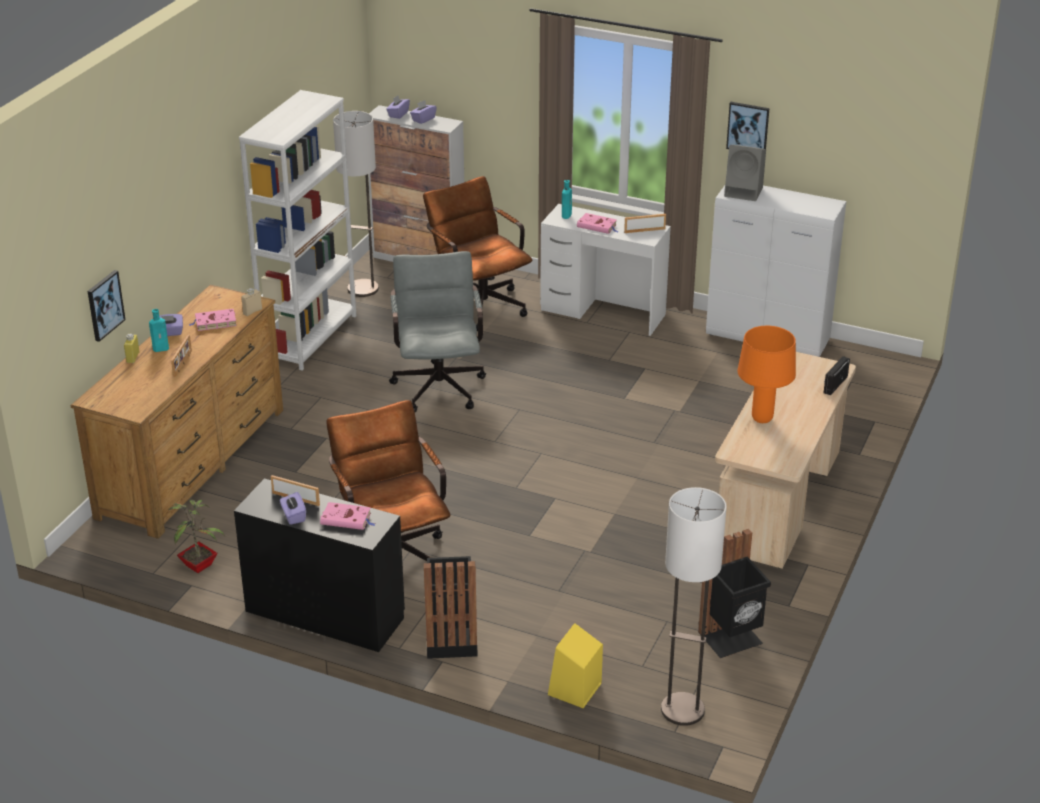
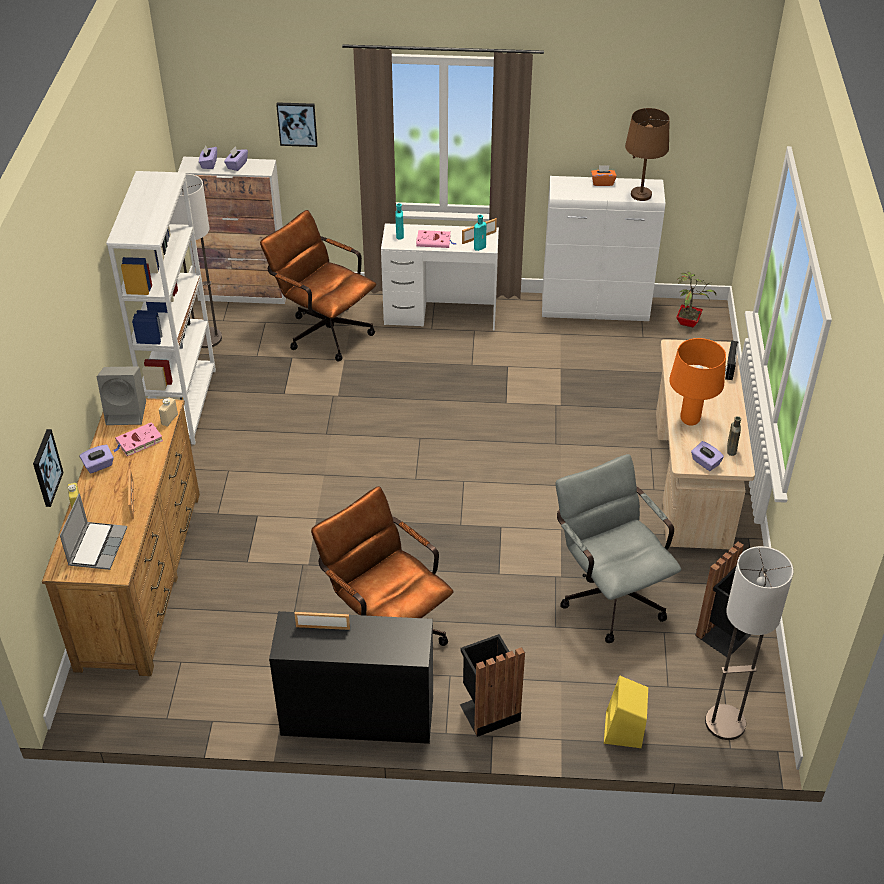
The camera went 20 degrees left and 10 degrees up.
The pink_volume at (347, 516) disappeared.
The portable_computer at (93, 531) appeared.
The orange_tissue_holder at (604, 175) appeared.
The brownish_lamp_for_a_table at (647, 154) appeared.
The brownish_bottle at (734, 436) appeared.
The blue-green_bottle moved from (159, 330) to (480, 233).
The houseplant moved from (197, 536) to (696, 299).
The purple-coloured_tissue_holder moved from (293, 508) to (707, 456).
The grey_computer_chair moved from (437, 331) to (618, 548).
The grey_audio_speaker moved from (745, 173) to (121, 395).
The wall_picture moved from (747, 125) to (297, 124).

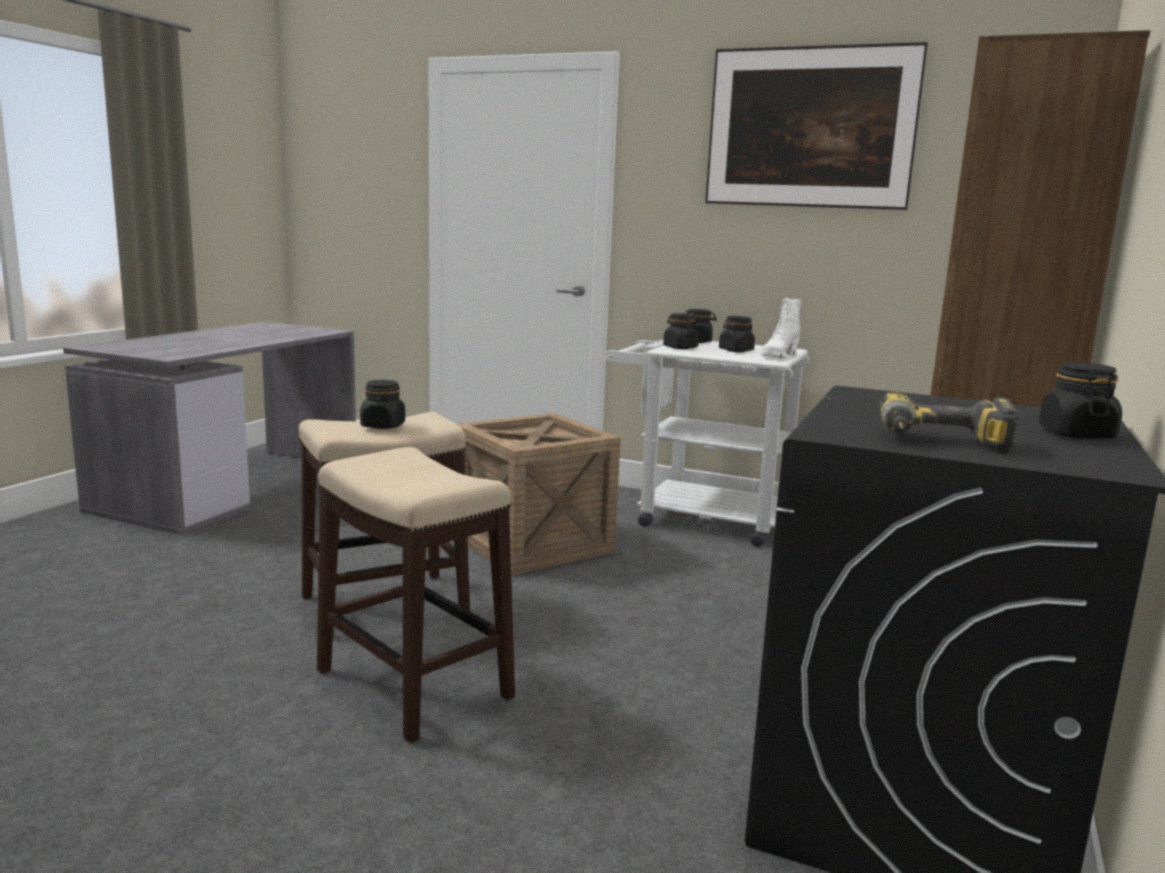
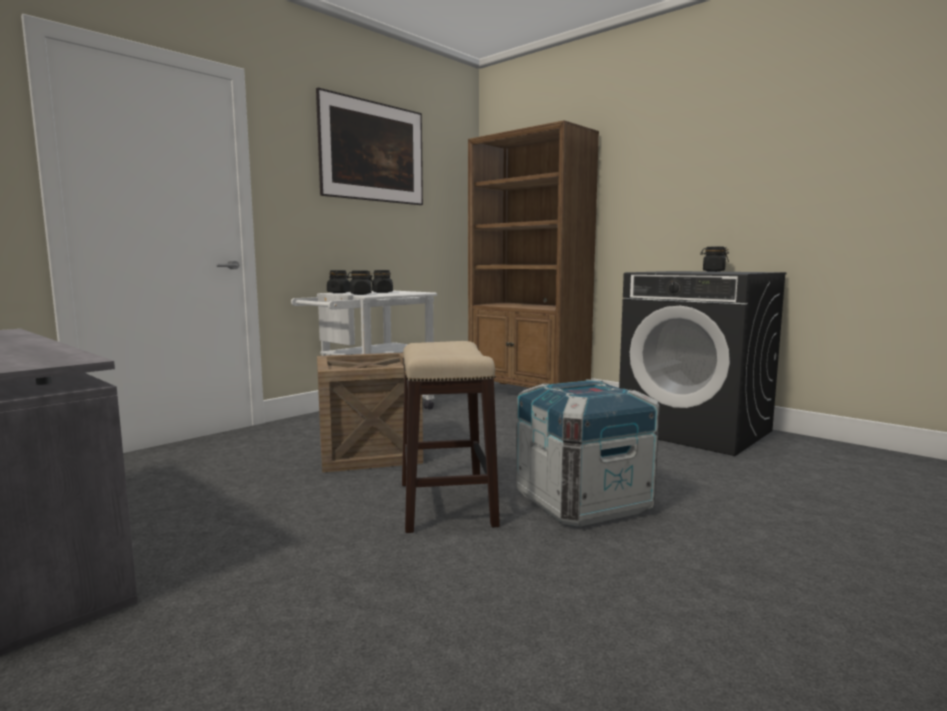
The camera went 70 degrees left and 5 degrees down.
The black-coloured_preserve_jar at (382, 404) disappeared.
The whitish_high-top_boot at (781, 328) disappeared.
The drill at (948, 422) disappeared.
The sitting_stool at (416, 595) was replaced by the crate at (588, 453).

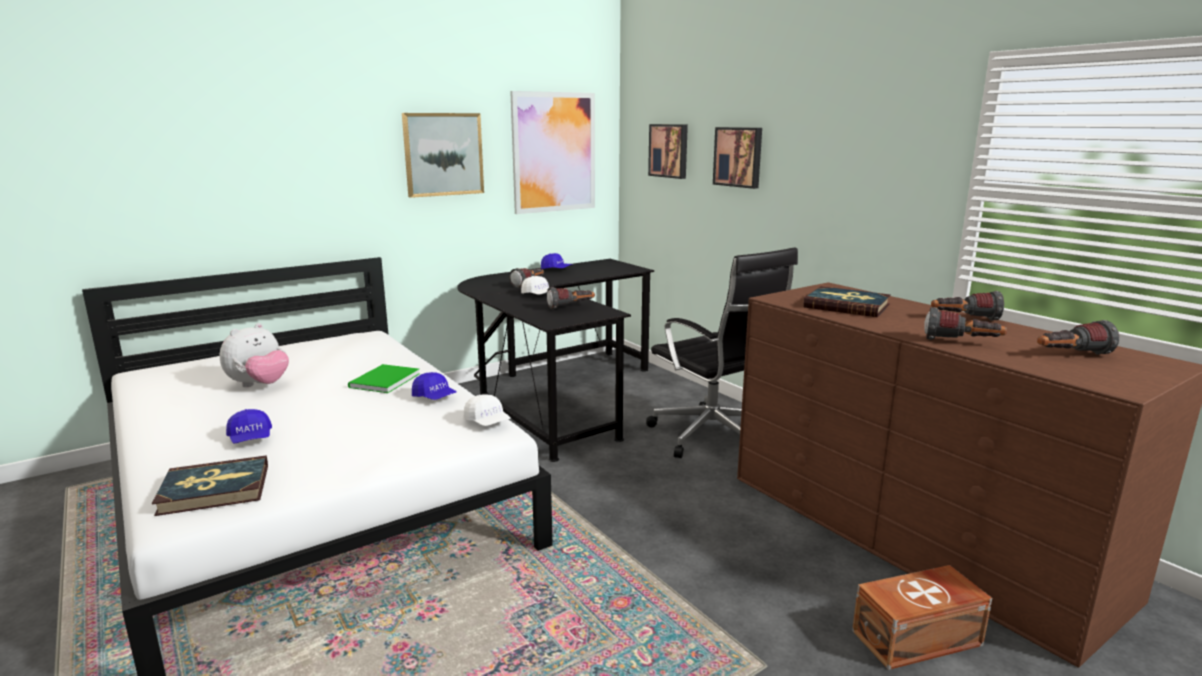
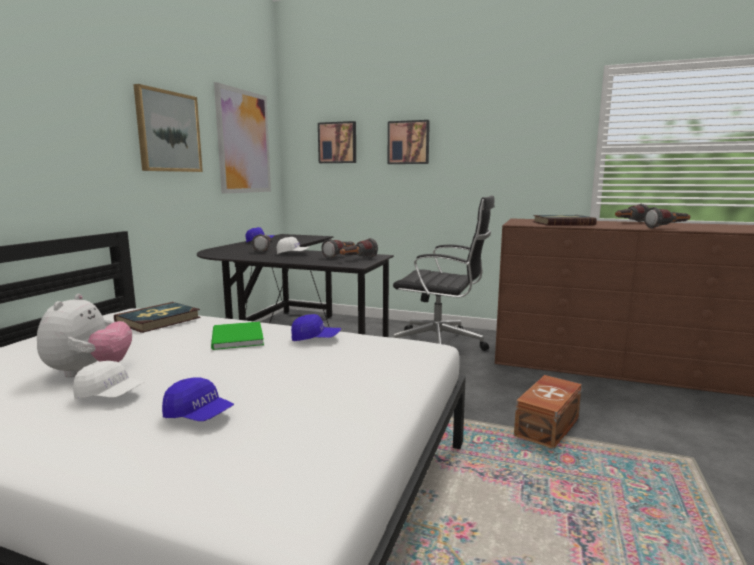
The camera went 35 degrees left and 5 degrees down.
The volume moved from (210, 486) to (157, 317).
The whitish_baseball_cap moved from (486, 410) to (108, 380).
The brownish_storage_box moved from (922, 617) to (548, 412).
The torch moved from (1078, 337) to (359, 248).

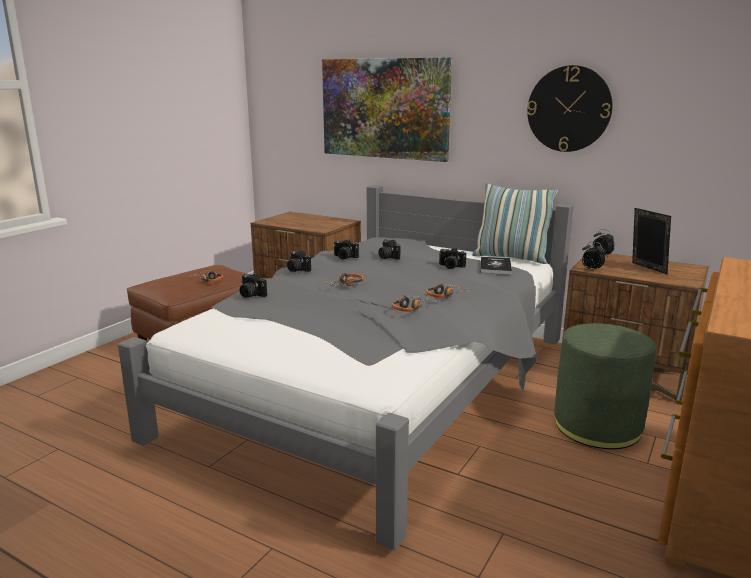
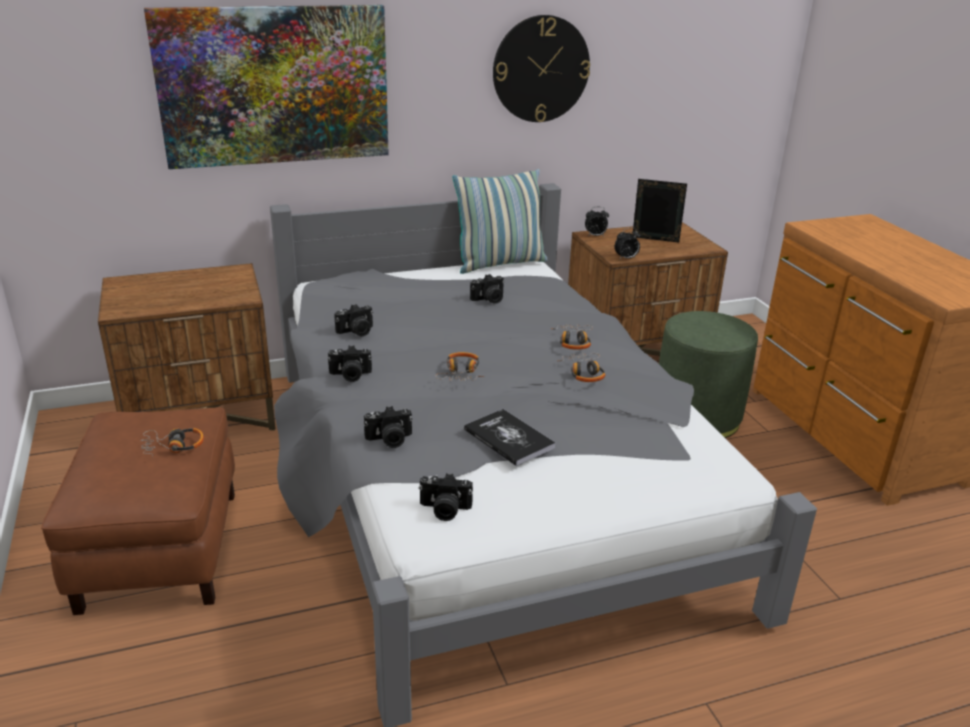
The camera went 50 degrees left and 10 degrees up.
The still_camera moved from (389, 250) to (445, 497).
The volume moved from (496, 265) to (509, 437).

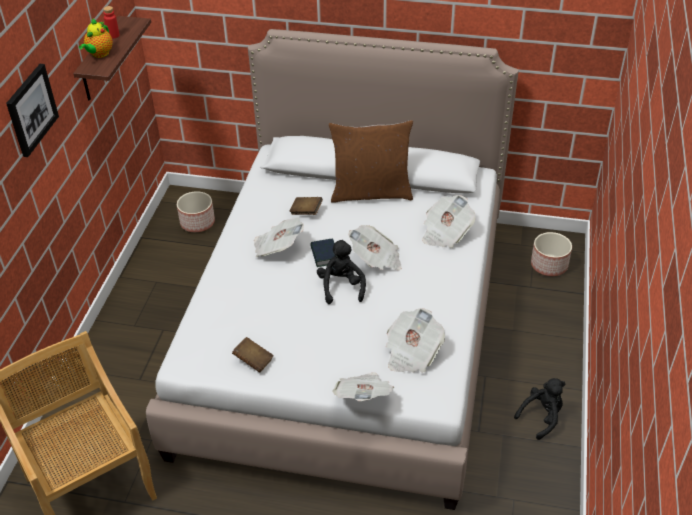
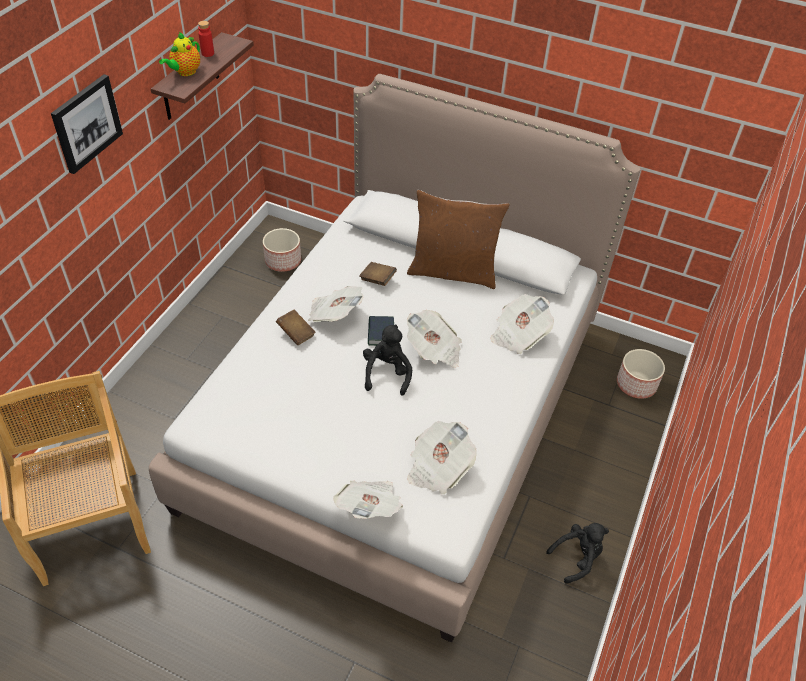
The camera went 10 degrees right and 5 degrees up.
The brownish_volume moved from (253, 355) to (296, 327).

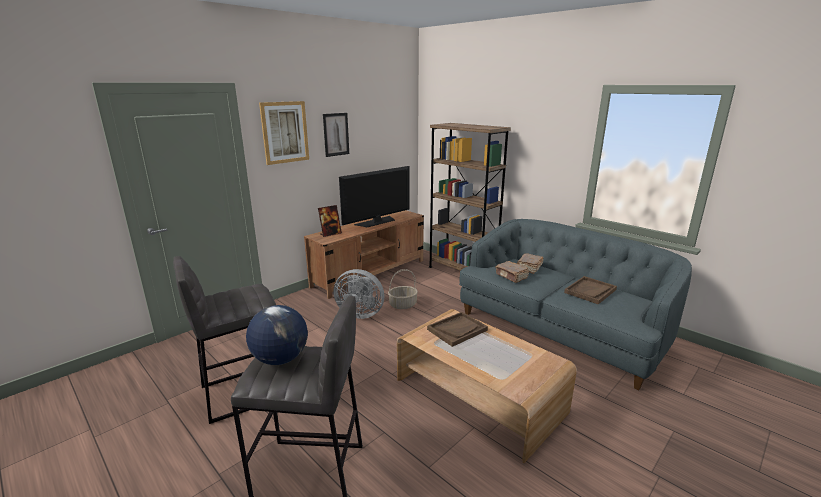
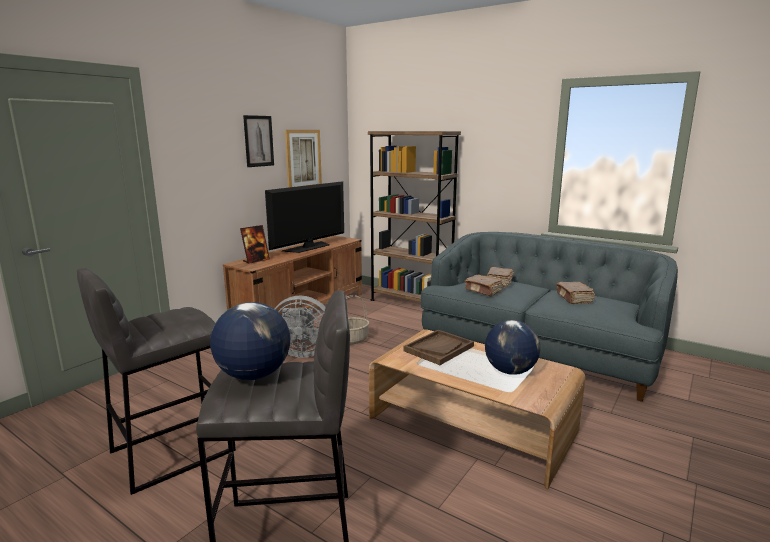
The camera went 10 degrees left and 5 degrees down.
The globe at (512, 347) appeared.
The wall_picture moved from (284, 133) to (303, 159).
The brownish_carrying_tray at (590, 290) was replaced by the brownish_volume at (575, 293).

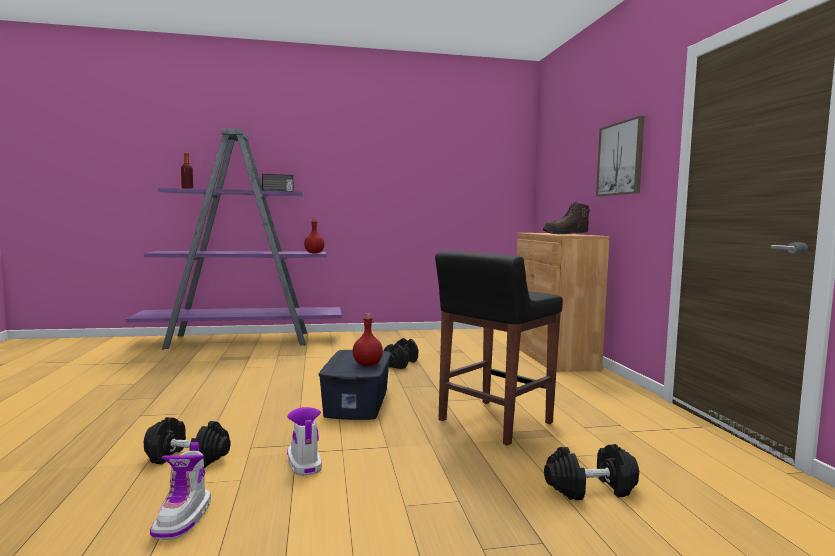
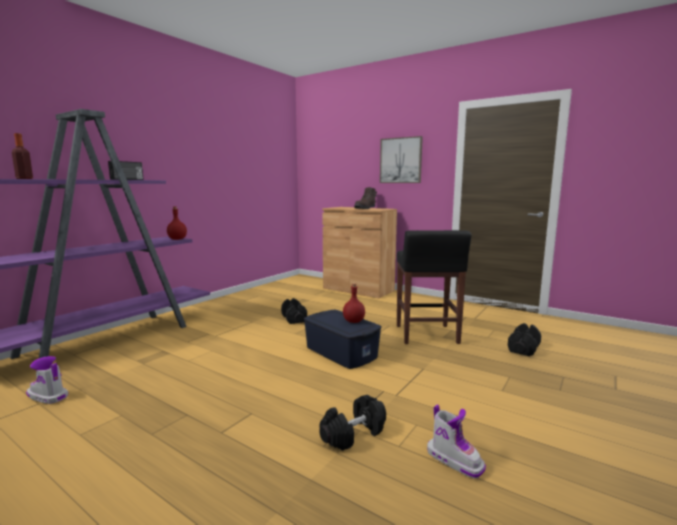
The camera went 45 degrees left and 5 degrees up.
The high-top_boot moved from (304, 441) to (47, 380).

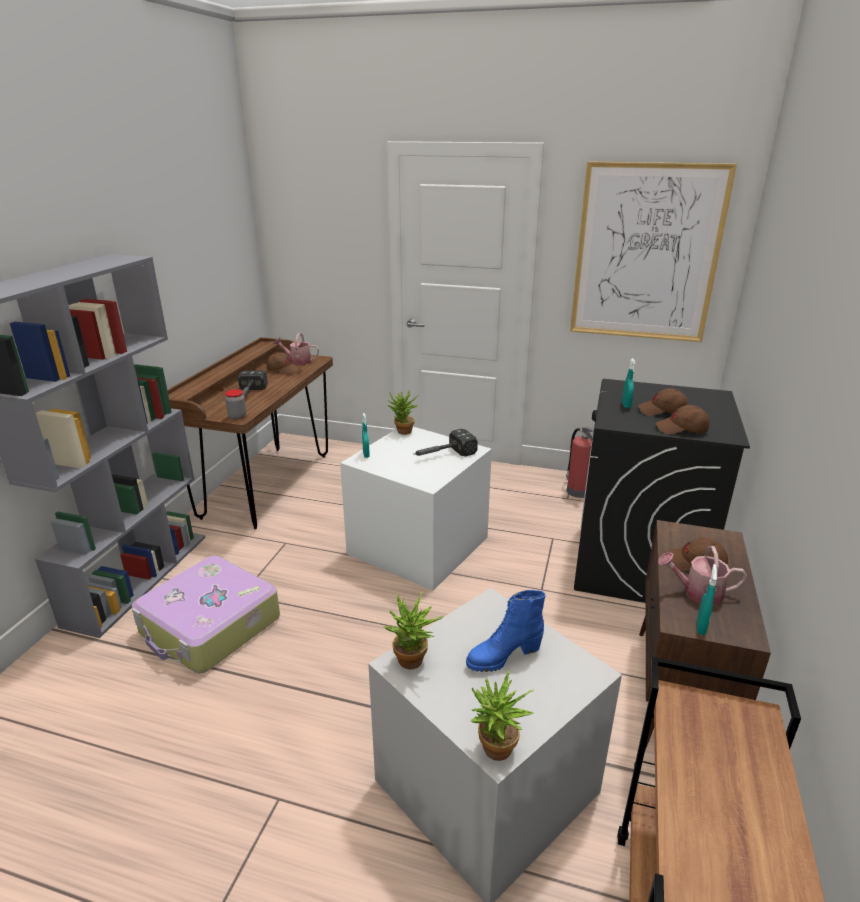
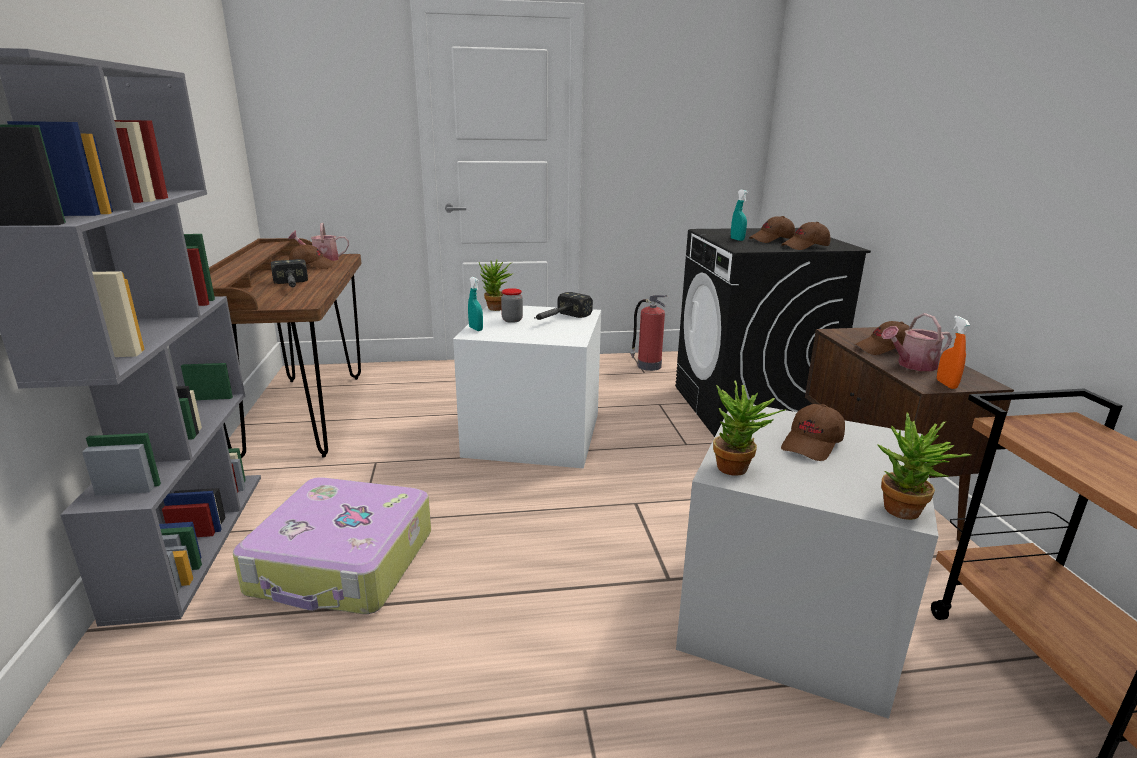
The camera went 25 degrees left and 5 degrees down.
The wall_picture at (653, 251) disappeared.
The preserve_jar moved from (235, 404) to (512, 305).
The blue-coloured_high-top_boot at (506, 631) was replaced by the brownish_baseball_cap at (813, 432).
The blue-green_sprayer at (707, 599) became the orange_sprayer at (953, 352).

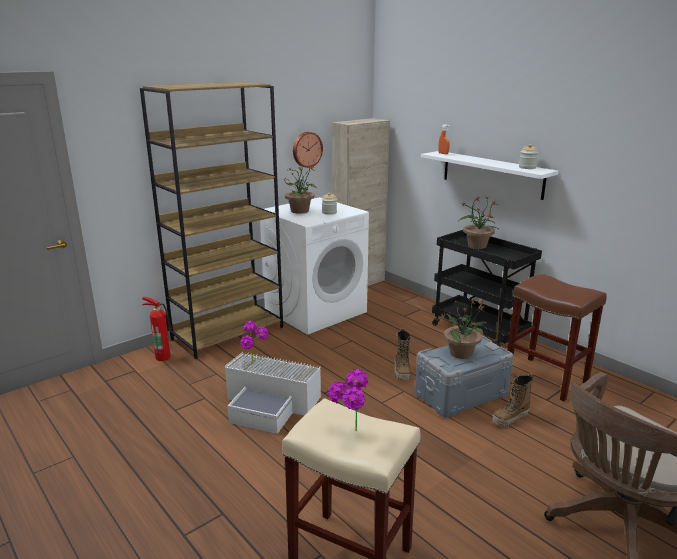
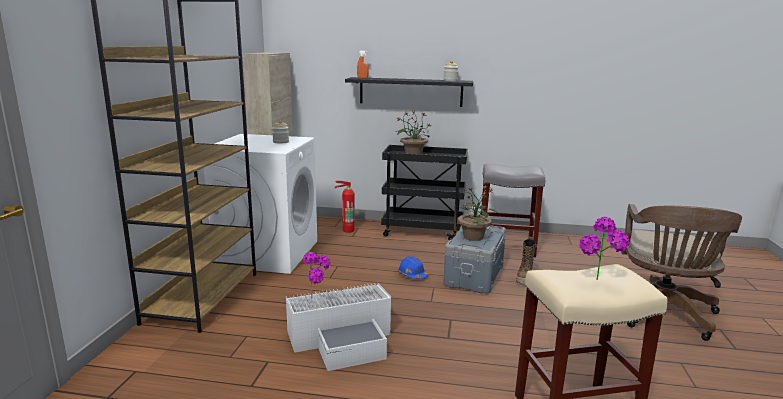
The camera went 40 degrees left and 5 degrees down.
The houseplant at (300, 188) disappeared.
The hanging_clock at (308, 150) disappeared.
The extinguisher moved from (157, 329) to (345, 207).
The high-top_boot at (403, 354) was replaced by the blue-coloured_safety_helmet at (413, 267).
The whitish_shelf at (490, 175) became the black-coloured_shelf at (409, 92).
The brownish_sitting_stool at (557, 337) became the grey_sitting_stool at (513, 210).

